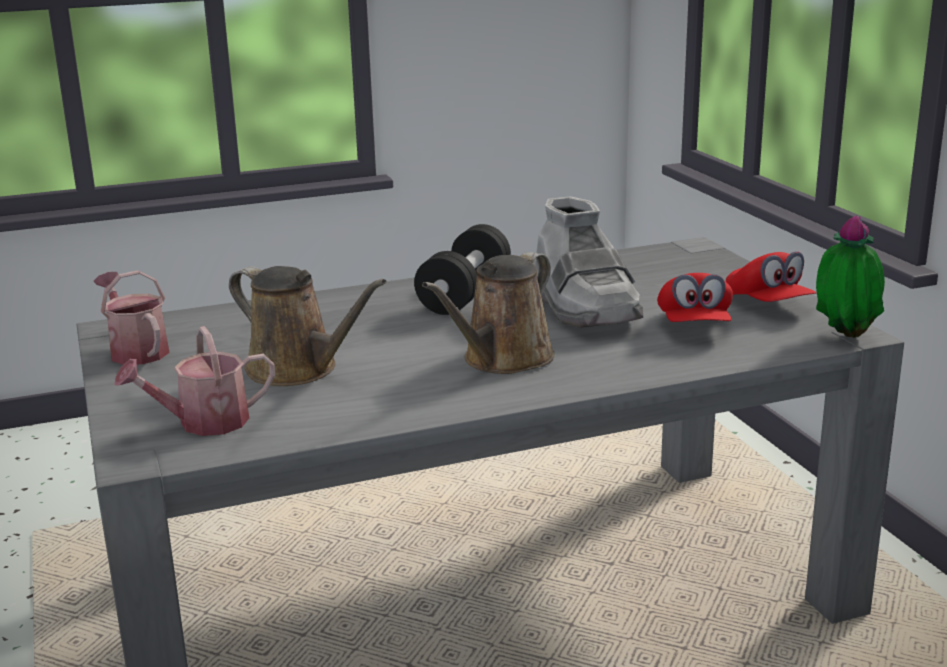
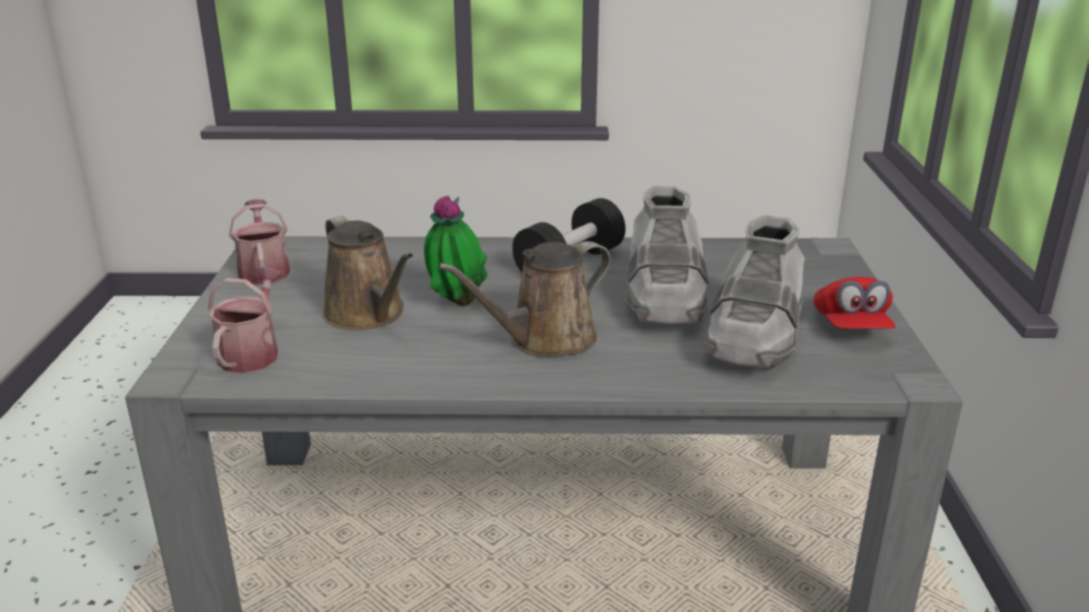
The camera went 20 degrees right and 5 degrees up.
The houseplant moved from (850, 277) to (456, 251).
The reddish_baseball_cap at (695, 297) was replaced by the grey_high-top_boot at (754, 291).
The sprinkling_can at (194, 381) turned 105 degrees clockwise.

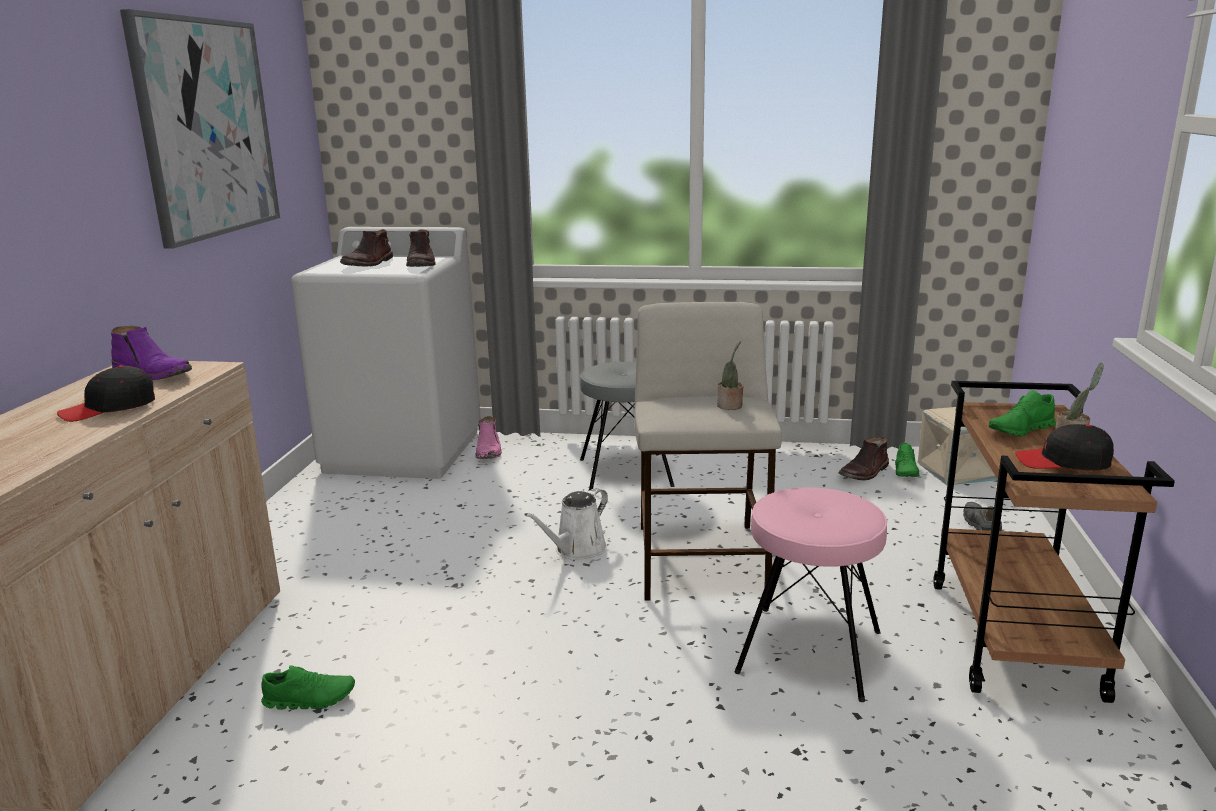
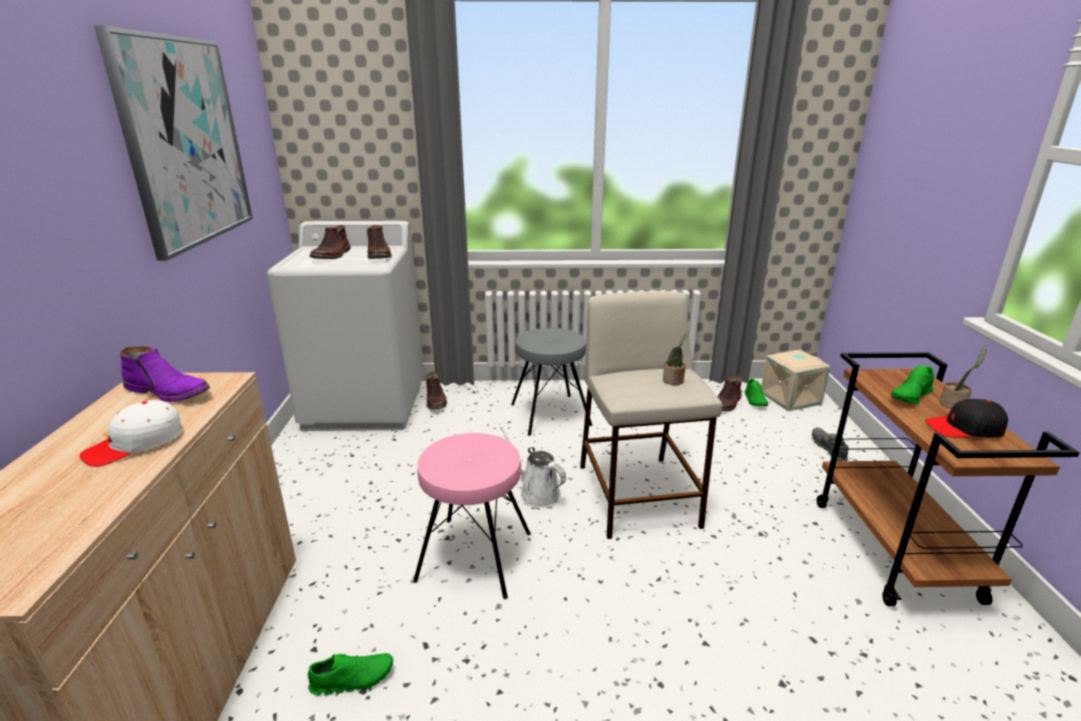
The camera went 10 degrees left and 5 degrees up.
The pink_sitting_stool moved from (811, 595) to (472, 516).
The black-coloured_baseball_cap at (106, 393) became the whitish_baseball_cap at (131, 433).
The pink_high-top_boot at (488, 437) became the brownish_high-top_boot at (436, 390).
The whitish_sprinkling_can at (566, 524) turned 105 degrees clockwise.

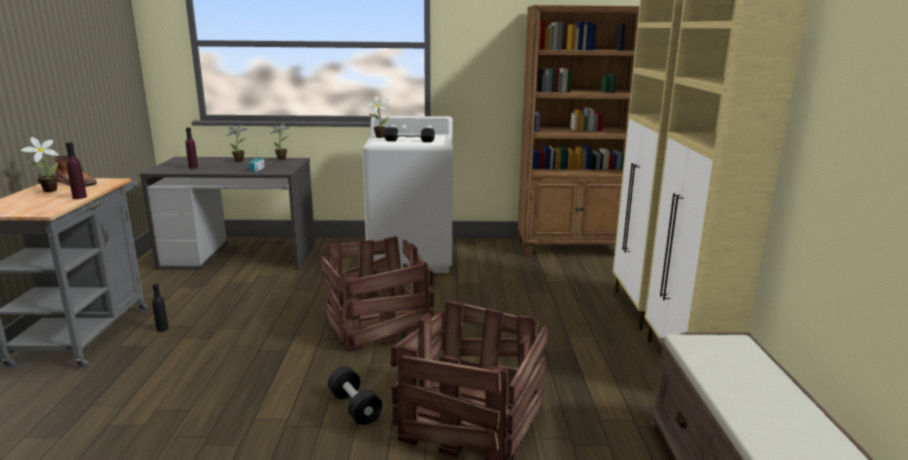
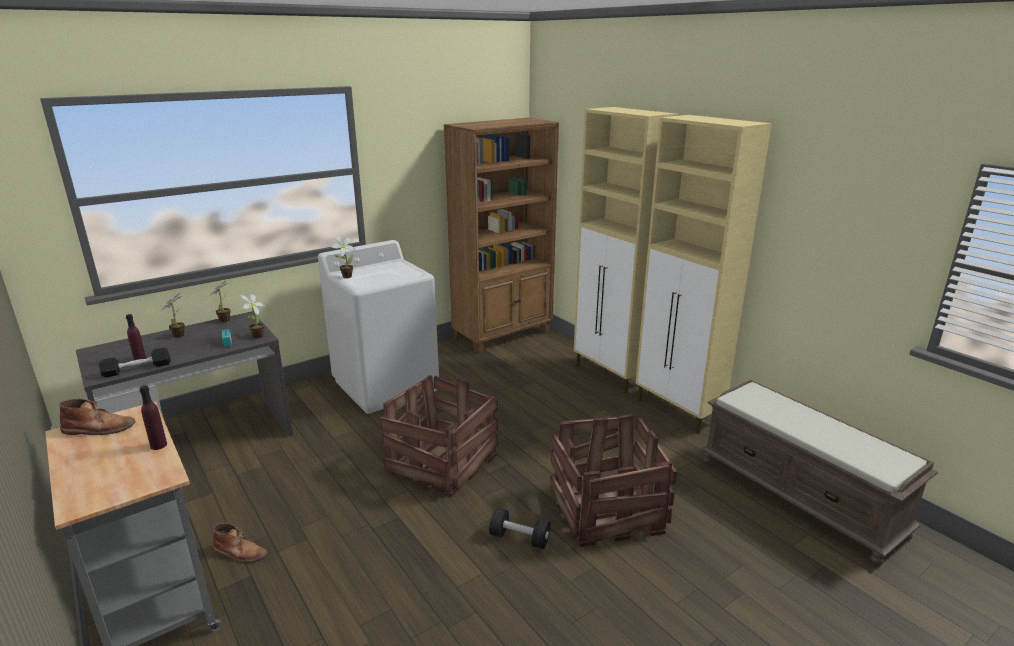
The camera went 35 degrees left and 5 degrees up.
The houseplant moved from (40, 164) to (252, 316).
The black-coloured_dumbbell moved from (409, 134) to (135, 362).
The black-coloured_bottle at (160, 307) was replaced by the brownish_high-top_boot at (240, 543).

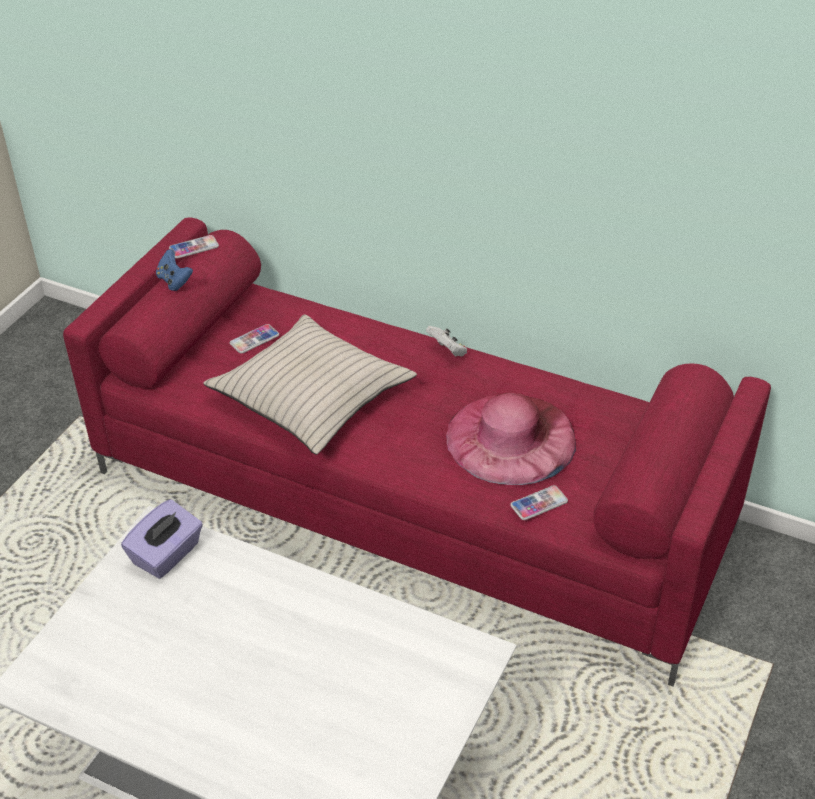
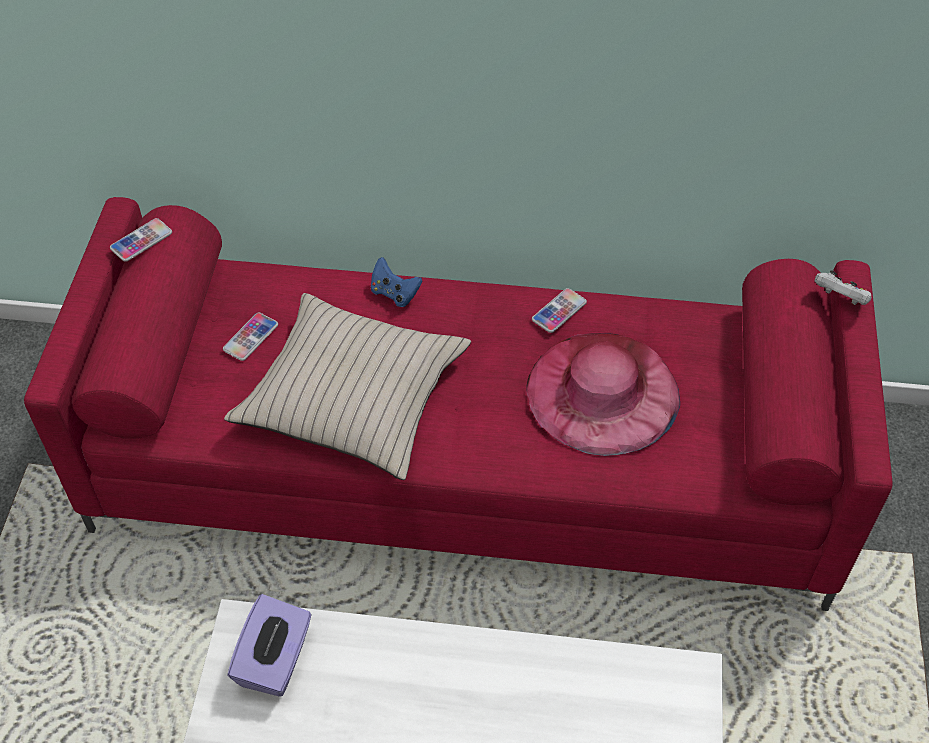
The camera went 20 degrees left and 10 degrees up.
The blue-coloured_game_controller moved from (174, 270) to (396, 282).
The whitish_game_controller moved from (446, 341) to (842, 288).
The telephone moved from (539, 502) to (559, 310).

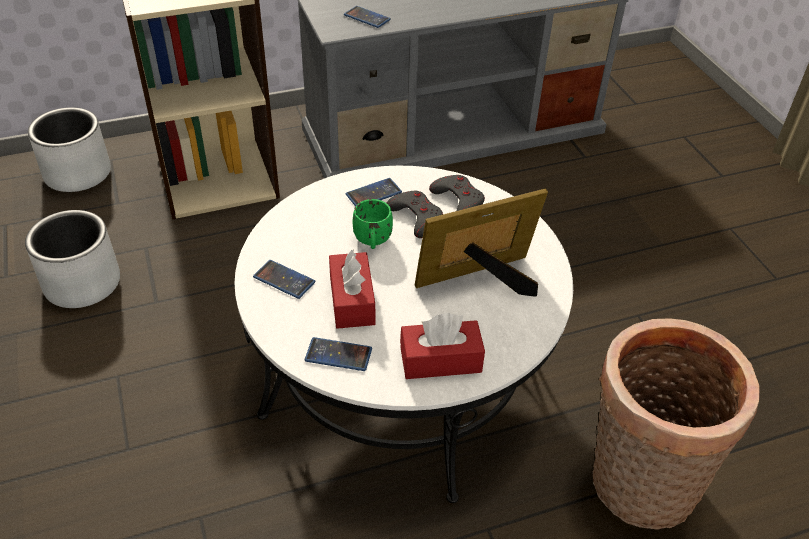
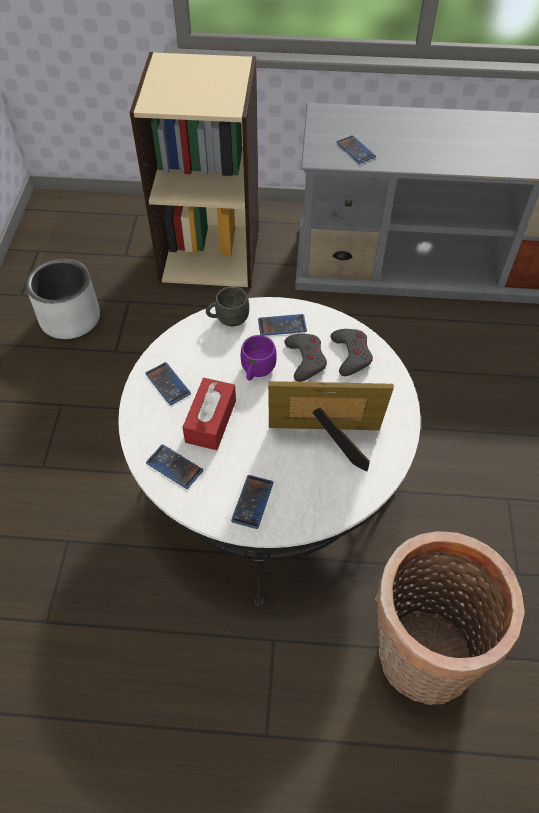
The camera went 25 degrees right and 10 degrees up.
The grey_planter at (69, 149) disappeared.
The grey_mug at (227, 306) appeared.
The reddish_tissue_holder at (442, 346) was replaced by the telephone at (252, 502).
The greenish_mug at (372, 224) became the purple-coloured_mug at (258, 358).

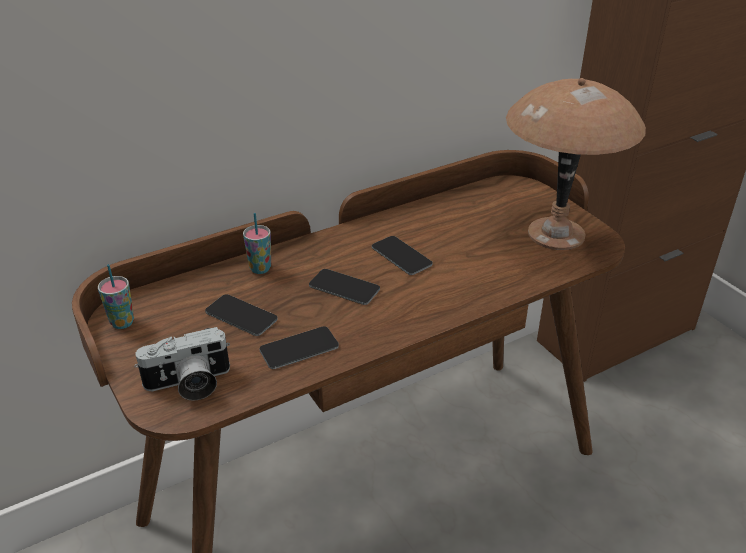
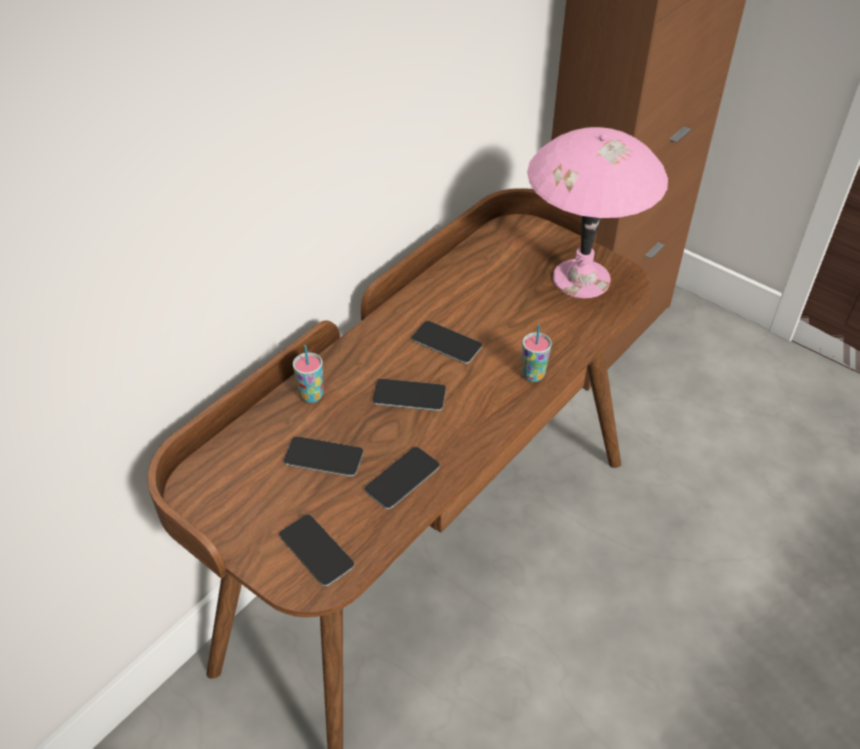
The camera went 20 degrees left and 10 degrees up.
The drinking_cup moved from (116, 296) to (537, 353).
The still_camera at (182, 364) was replaced by the telephone at (316, 550).
The brownish_lamp_for_a_table at (576, 164) became the pink_lamp_for_a_table at (597, 212).

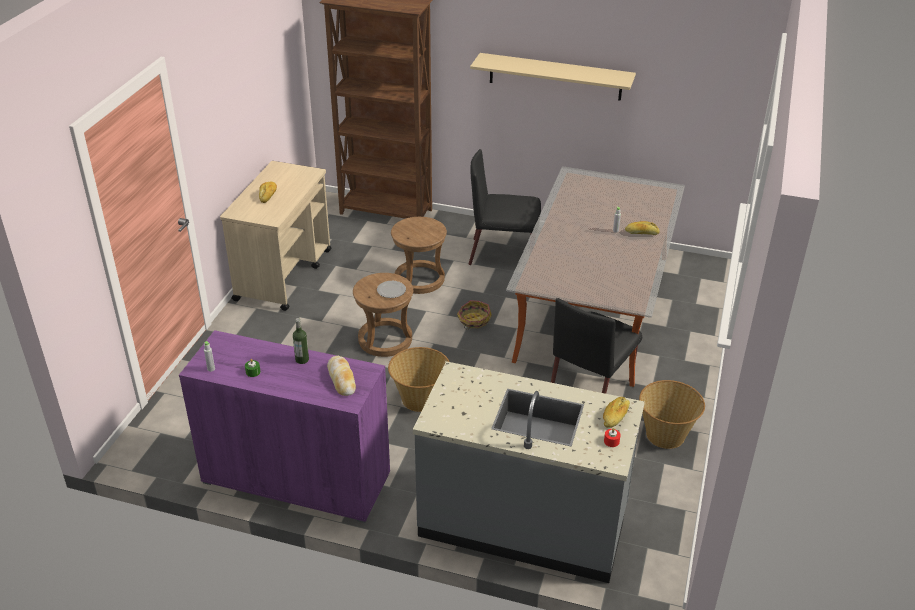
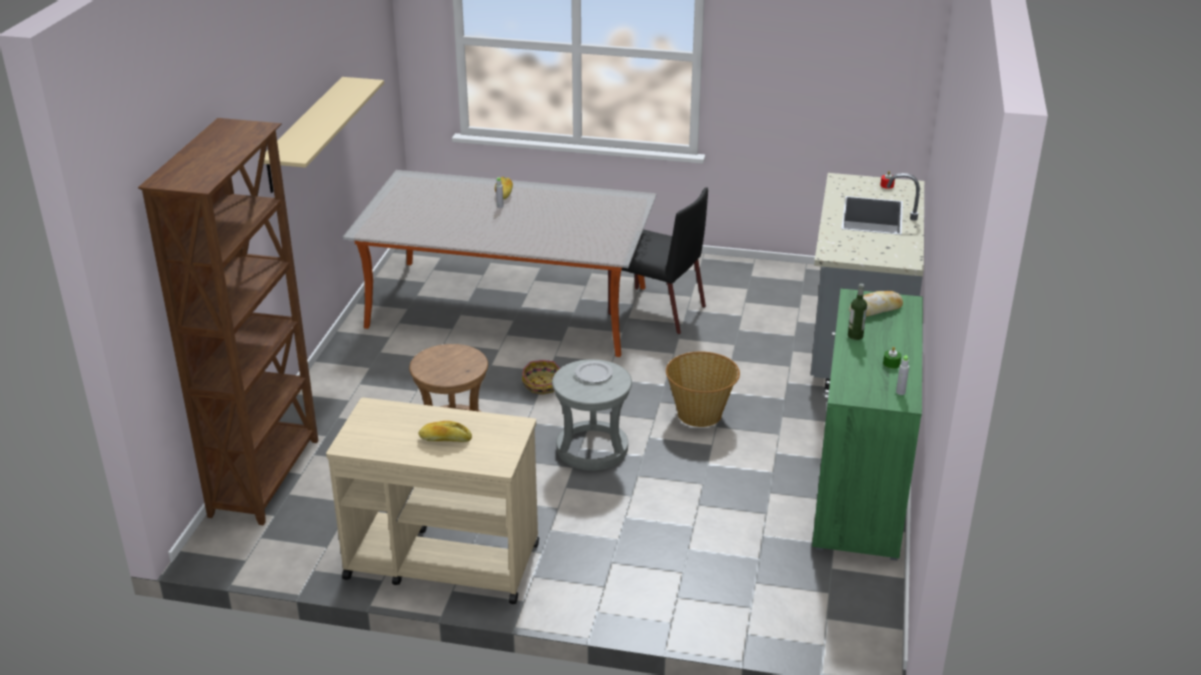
The camera went 95 degrees left and 5 degrees down.
The black-coloured_plain_chair at (505, 207) disappeared.
The baked_bread at (616, 412) disappeared.
The household_basket at (672, 414) disappeared.
The purple-coloured_storage_cabinet at (284, 426) became the greenish_storage_cabinet at (867, 424).
The brownish_sitting_stool at (383, 315) became the grey_sitting_stool at (592, 415).

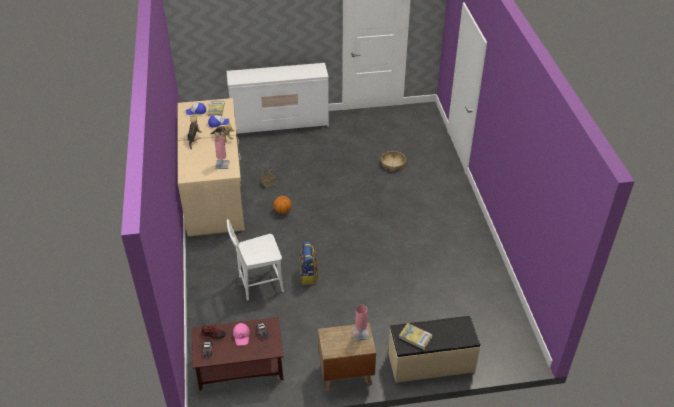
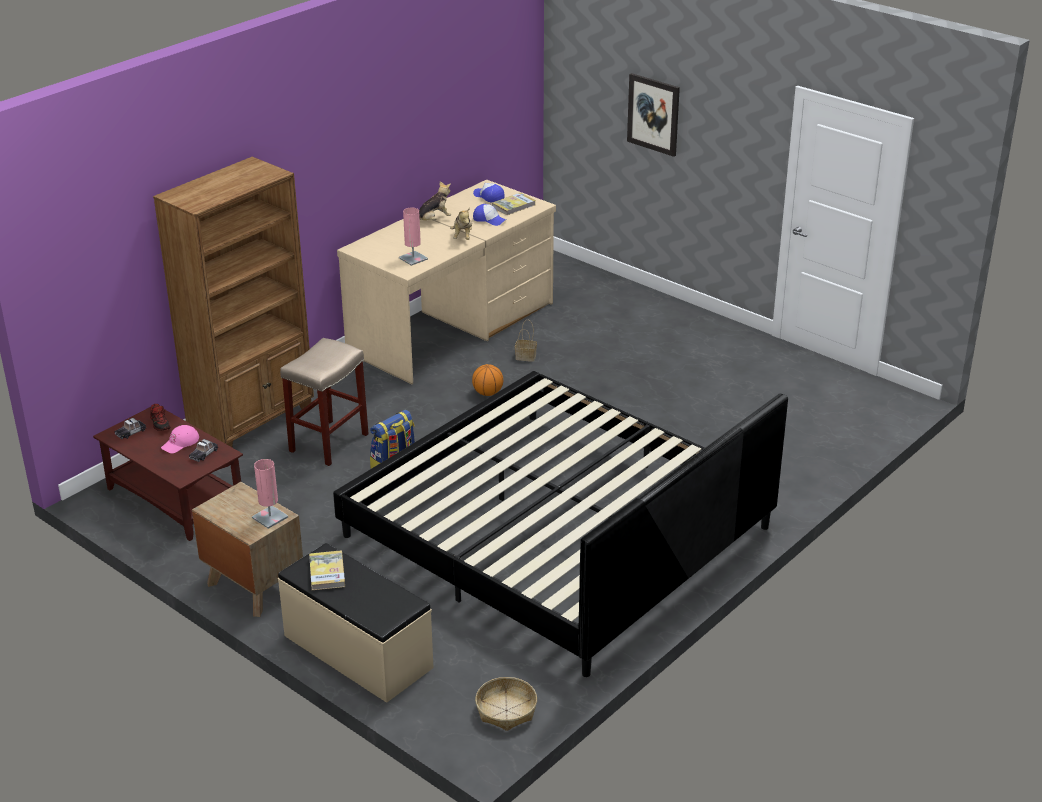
The camera went 50 degrees right and 10 degrees down.
The whitish_chest_of_drawers at (278, 98) disappeared.
The brownish_bookshelf at (233, 302) appeared.
The bedroom_bed at (560, 524) appeared.
The wall_picture at (653, 115) appeared.
The household_basket moved from (393, 161) to (506, 704).
The whitish_plain_chair at (255, 260) was replaced by the sand-coloured_sitting_stool at (324, 402).

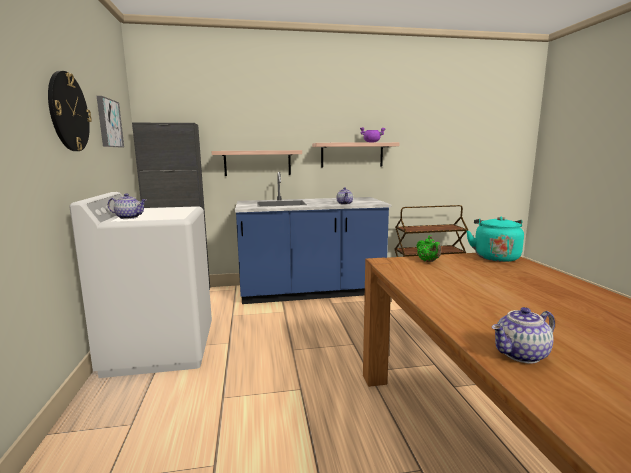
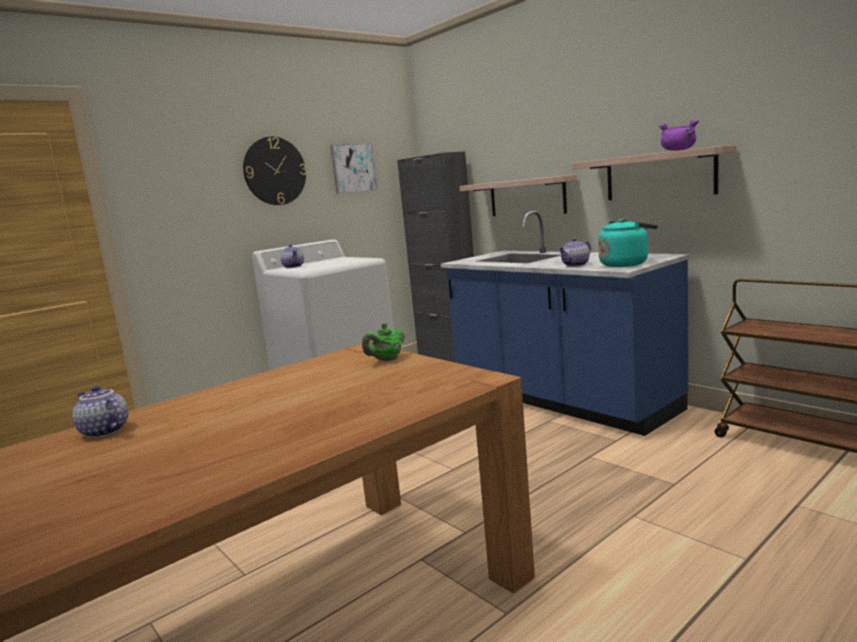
The camera went 60 degrees right and 0 degrees up.
The blue-green_tea_kettle moved from (495, 239) to (628, 243).

